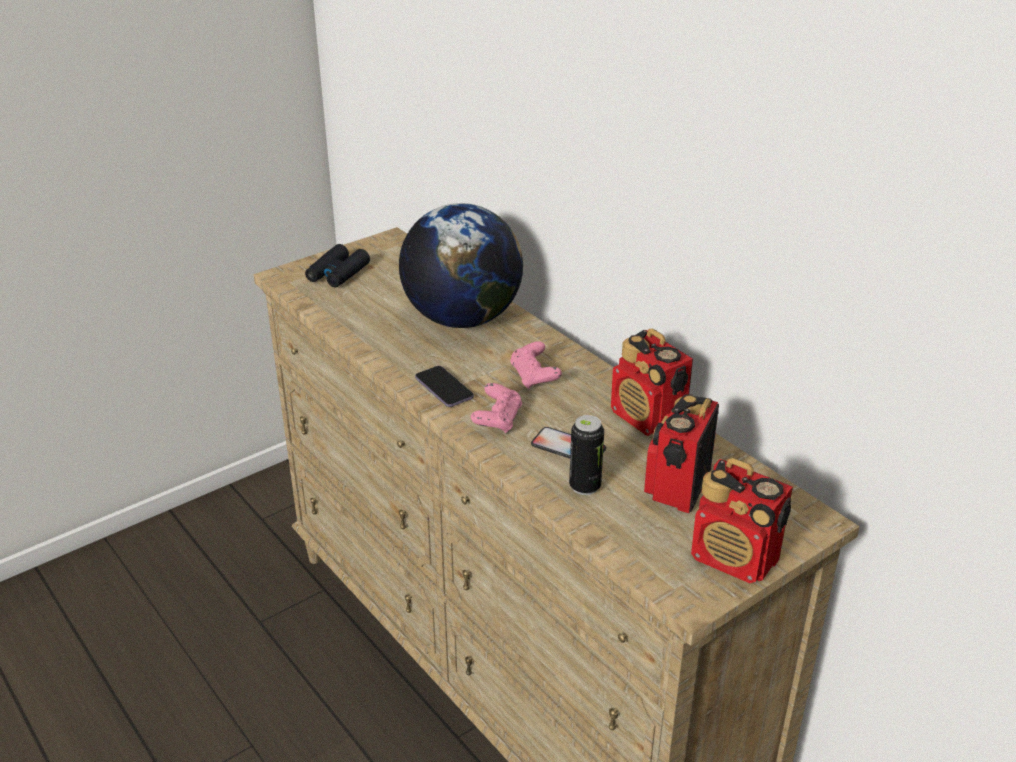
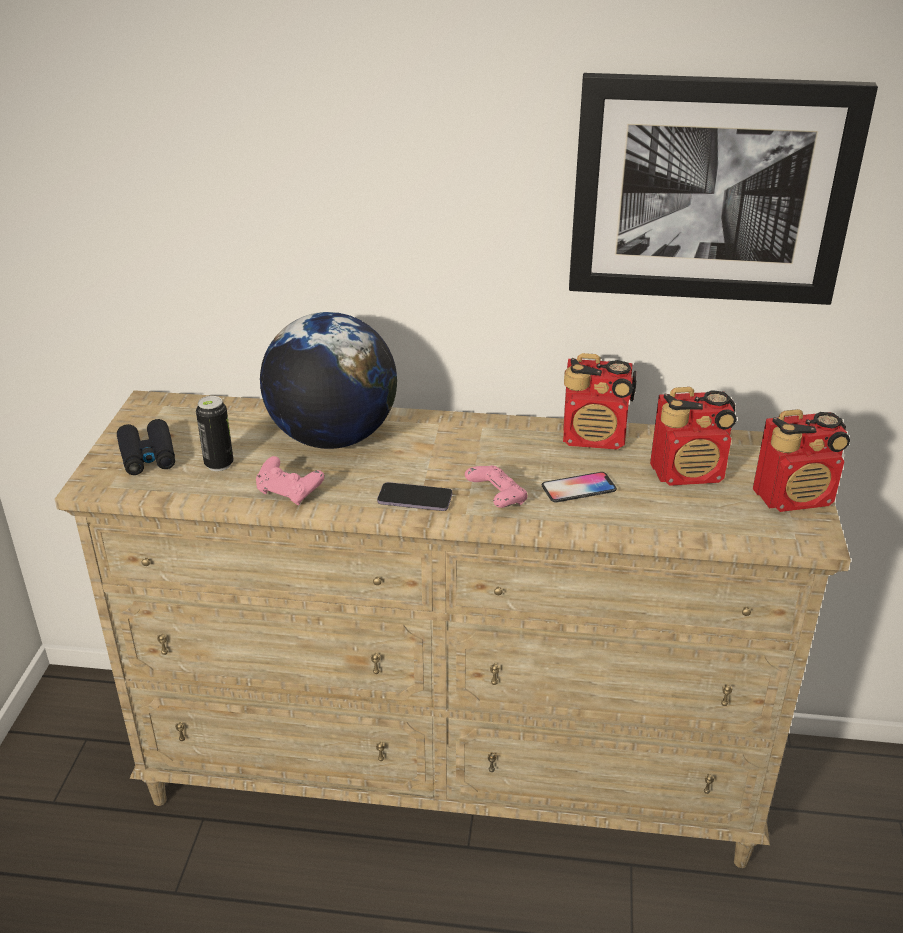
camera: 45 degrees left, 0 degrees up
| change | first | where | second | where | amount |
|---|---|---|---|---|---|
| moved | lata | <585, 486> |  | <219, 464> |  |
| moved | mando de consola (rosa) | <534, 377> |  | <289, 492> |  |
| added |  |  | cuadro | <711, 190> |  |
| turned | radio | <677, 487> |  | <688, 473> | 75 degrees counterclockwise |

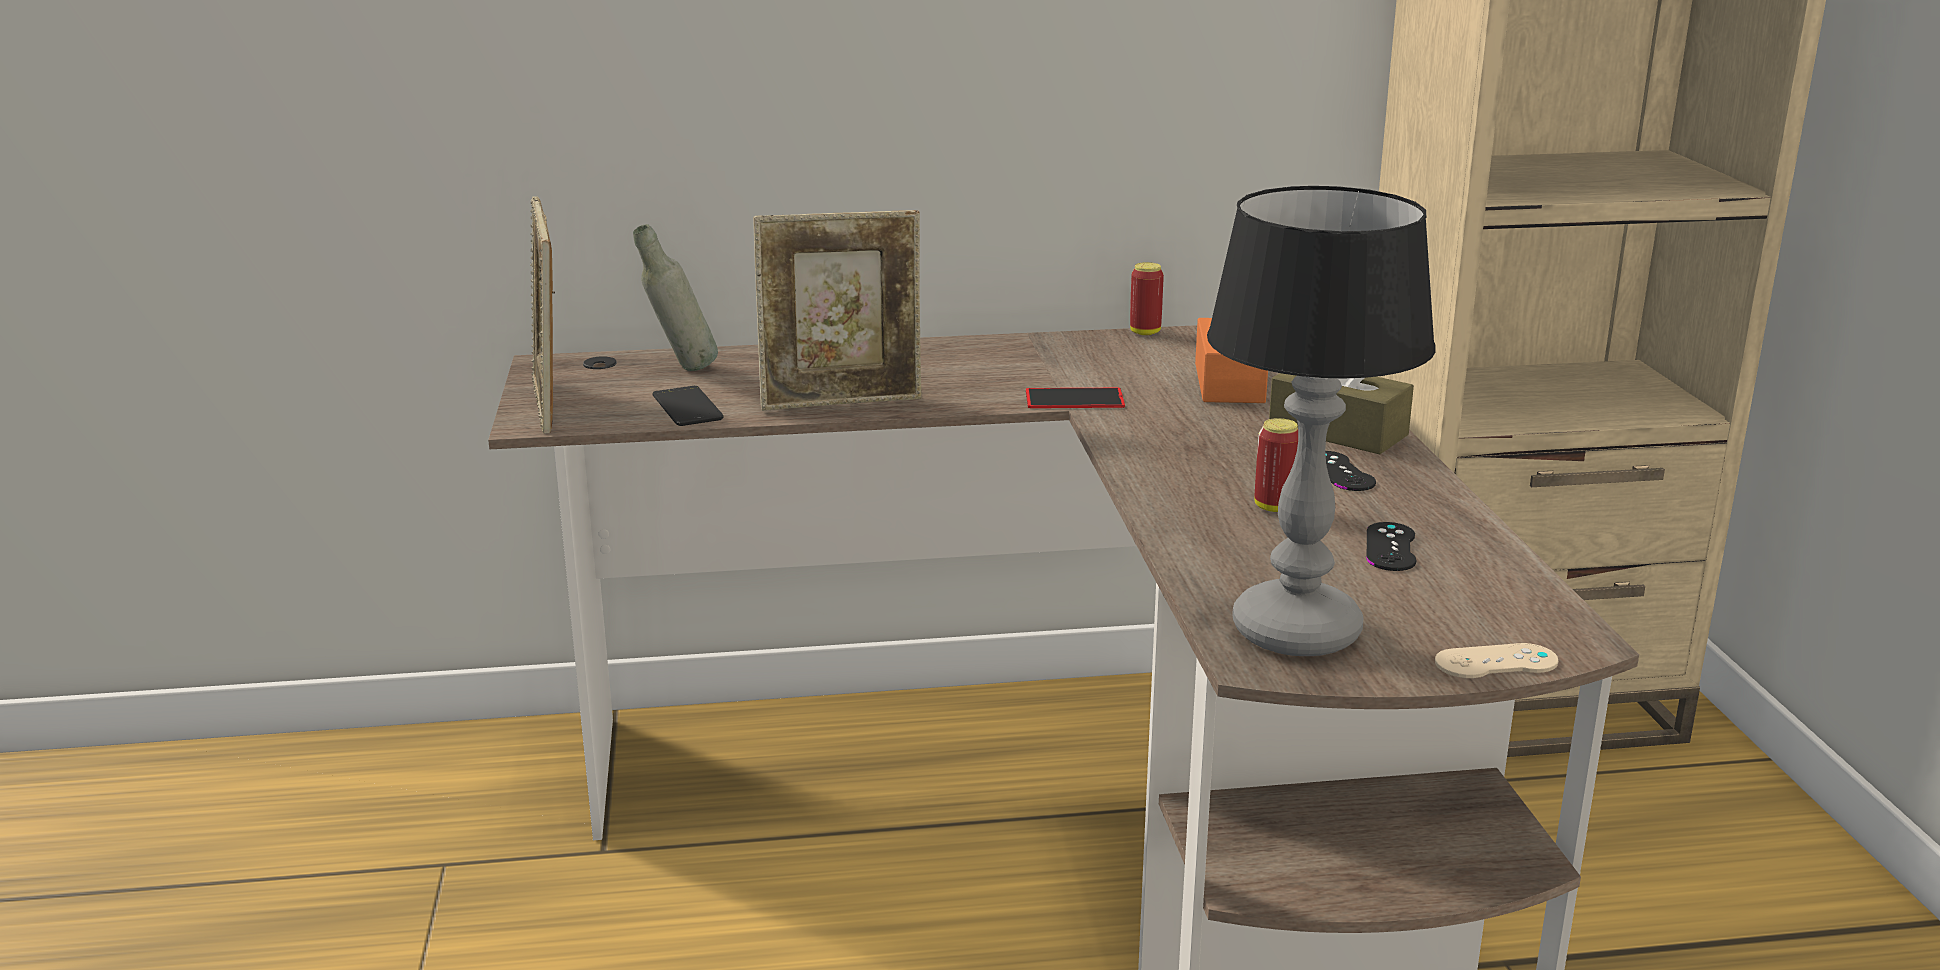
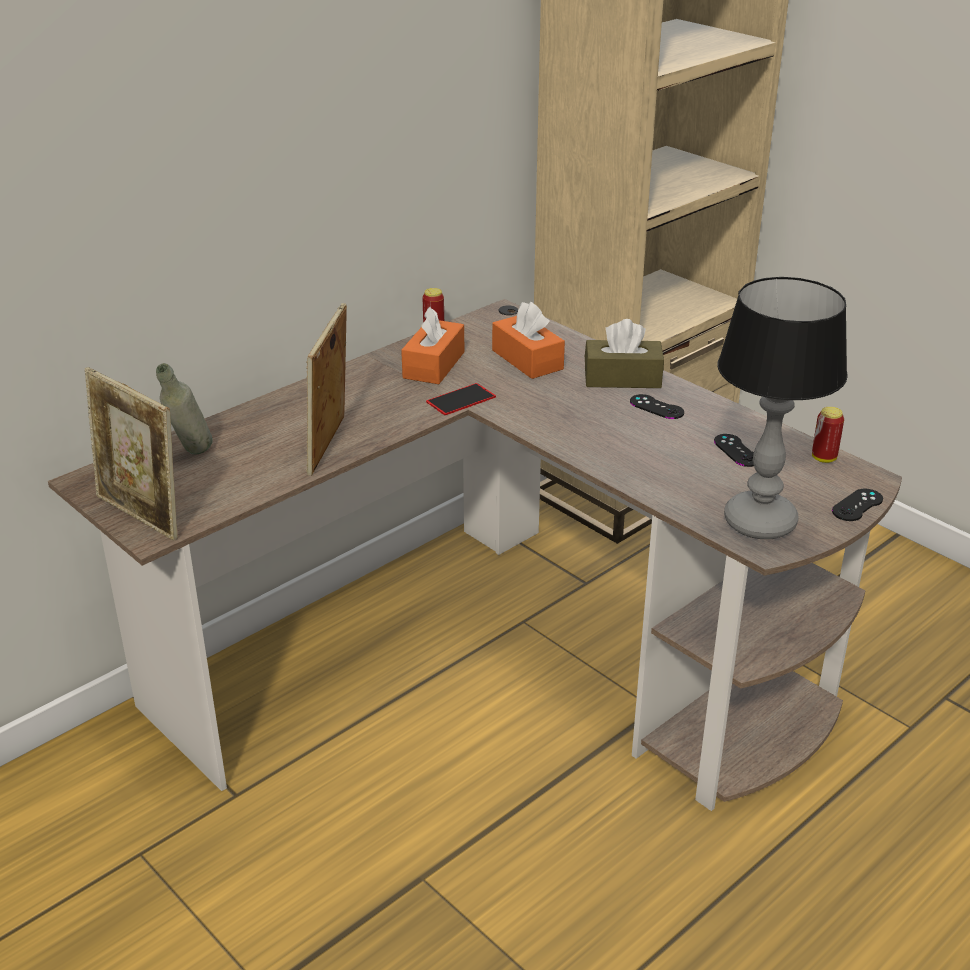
camera: 35 degrees left, 10 degrees up
| change | first | where | second | where | amount |
|---|---|---|---|---|---|
| turned | portarretratos | <842, 402> |  | <330, 447> | 150 degrees clockwise |
| added |  |  | caja de pañuelos (naranja) | <434, 365> |  |
| moved | lata | <1274, 507> |  | <824, 458> |  |
| recoloured | mando de consola (beis) | <1496, 662> | mando de consola (negro) | <857, 505> |  |
| removed | móvil | <687, 407> |  |  |  |

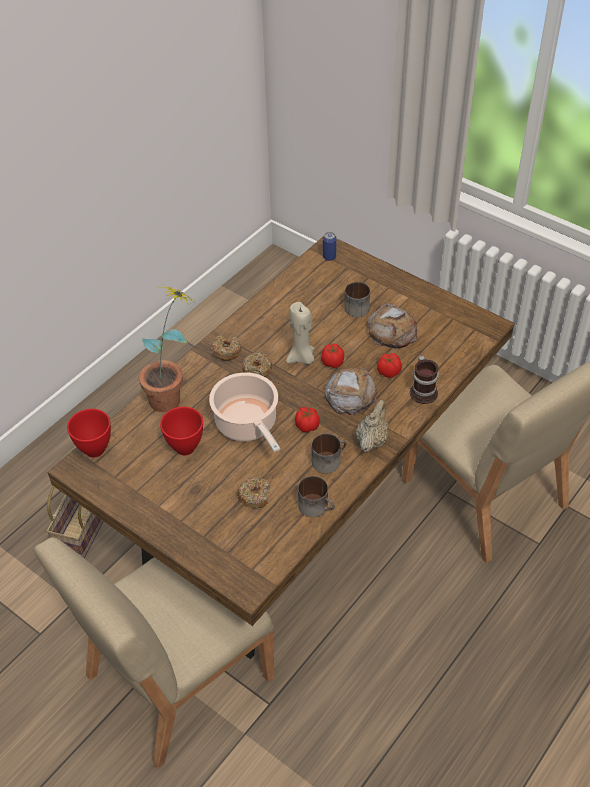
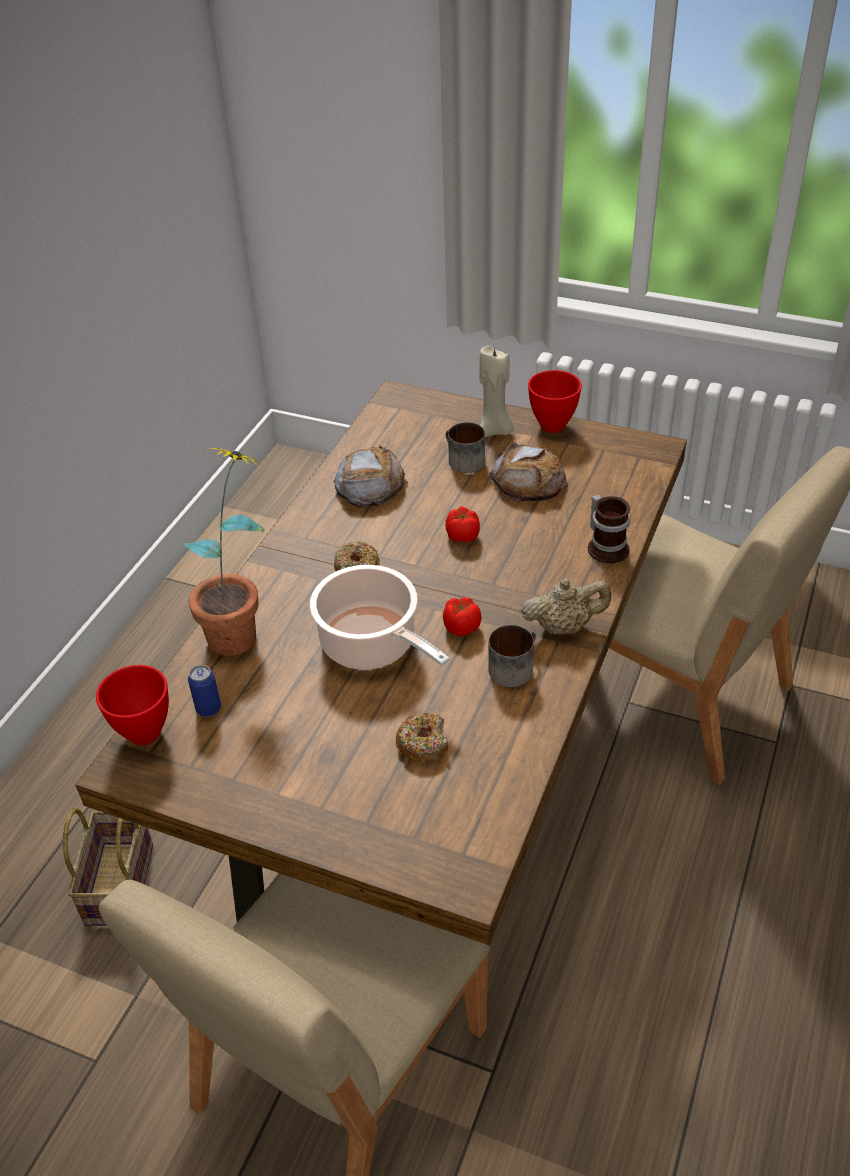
camera: 15 degrees left, 5 degrees down
| change | first | where | second | where | amount |
|---|---|---|---|---|---|
| moved | lata | <329, 257> |  | <208, 708> |  |
| moved | pan | <350, 394> |  | <370, 484> |  |
| moved | vela (beis) | <302, 358> |  | <495, 431> |  |
| turned | tetera (beis) | <372, 440> |  | <564, 627> | 75 degrees clockwise |
| moved | cuenco (rojo) | <186, 448> |  | <554, 425> |  |
| removed | rosquilla | <226, 351> |  |  |  |
| removed | taza grande | <317, 506> |  |  |  |
| removed | tomate | <388, 372> |  |  |  |

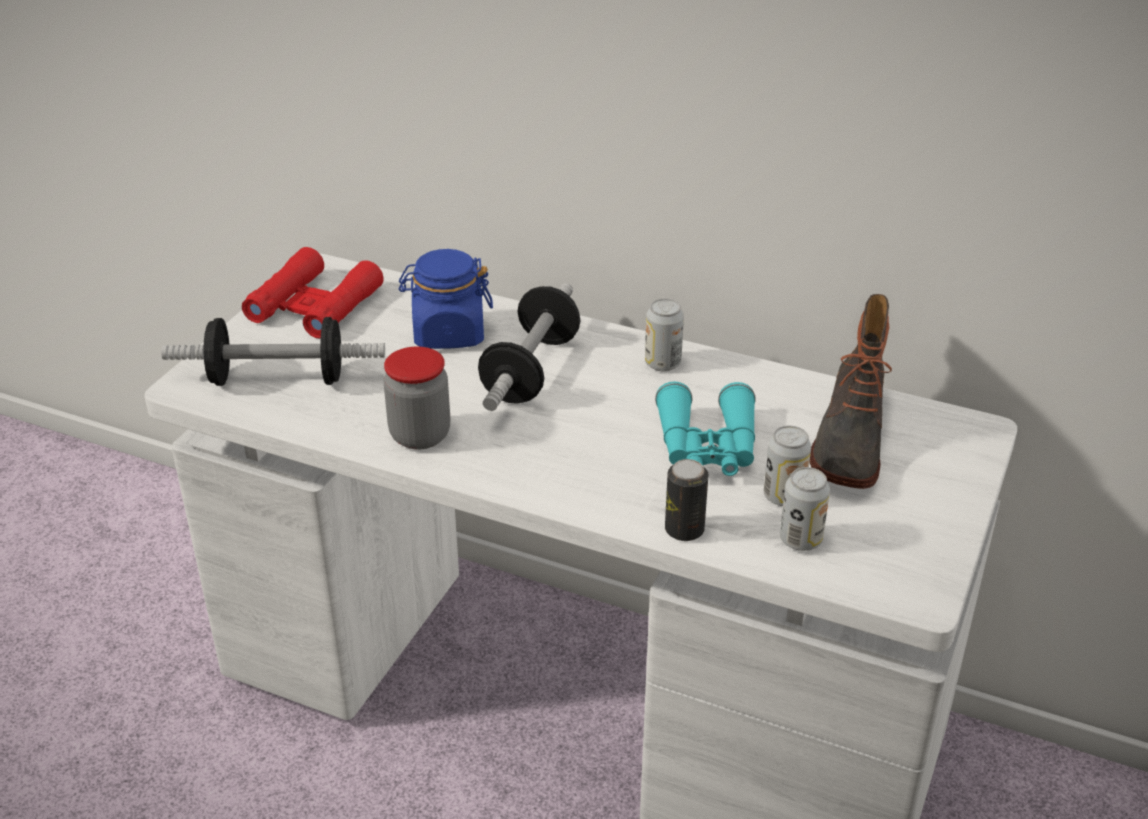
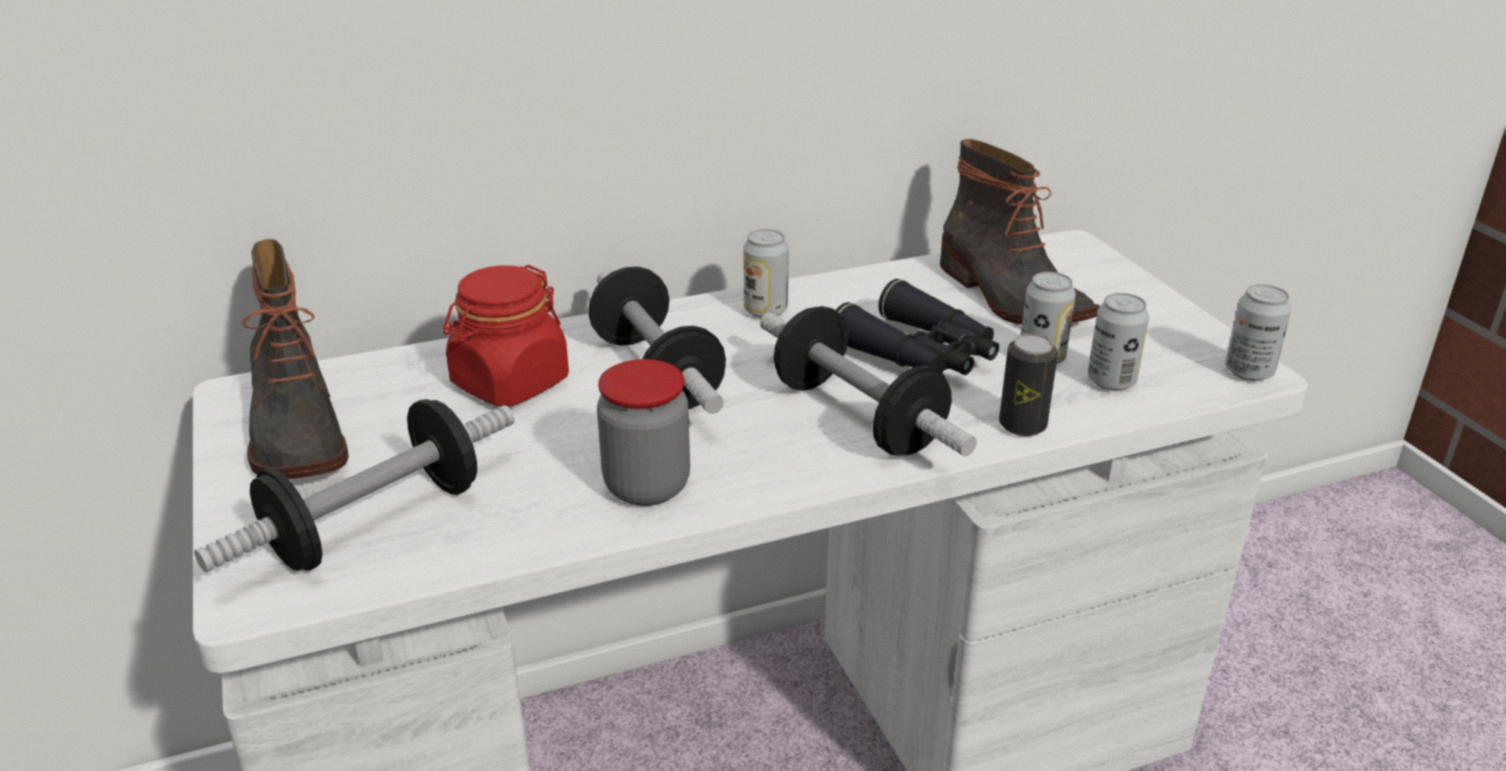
camera: 45 degrees left, 5 degrees down
| change | first | where | second | where | amount |
|---|---|---|---|---|---|
| replaced | prismáticos (rojo) | <314, 305> | bota | <294, 431> |  |
| recoloured | tarro (azul) | <448, 333> | tarro (rojo) | <510, 383> |  |
| added |  |  | mancuerna | <857, 417> |  |
| recoloured | prismáticos (turquesa) | <707, 447> | prismáticos (negro) | <920, 354> |  |
| added |  |  | lata | <1248, 372> |  |

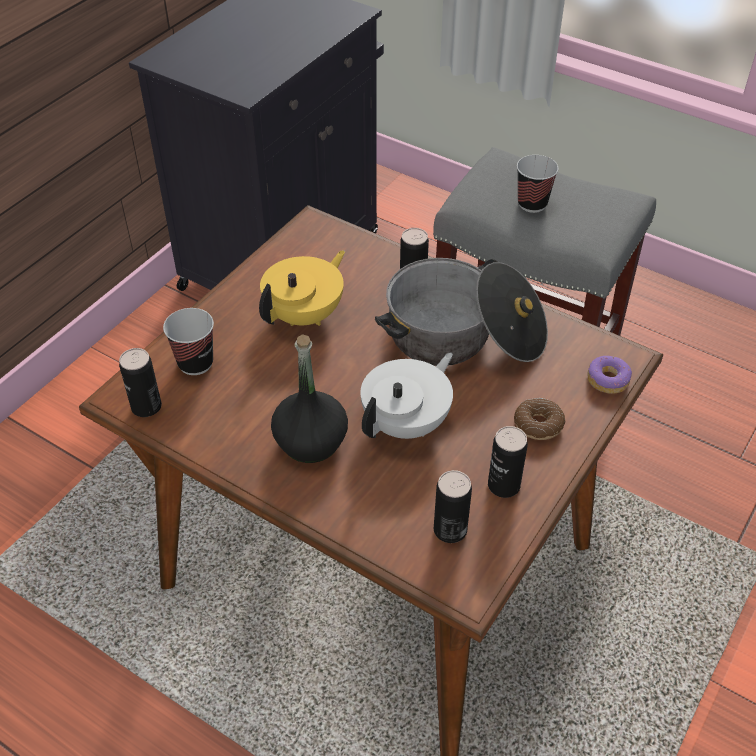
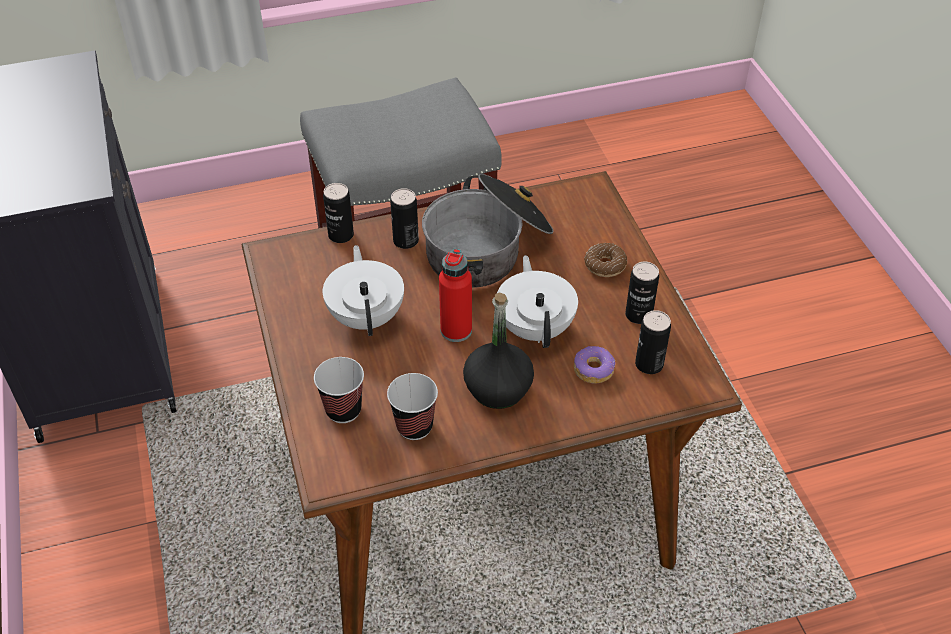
camera: 50 degrees left, 0 degrees up
| change | first | where | second | where | amount |
|---|---|---|---|---|---|
| moved | lata | <146, 407> |  | <341, 235> |  |
| recoloured | tetera (amarillo) | <305, 315> | tetera (blanco) | <367, 316> |  |
| moved | taza | <532, 204> |  | <414, 426> |  |
| added |  |  | botella (rojo) | <456, 330> |  |
| moved | rosquilla | <608, 380> |  | <593, 369> |  |

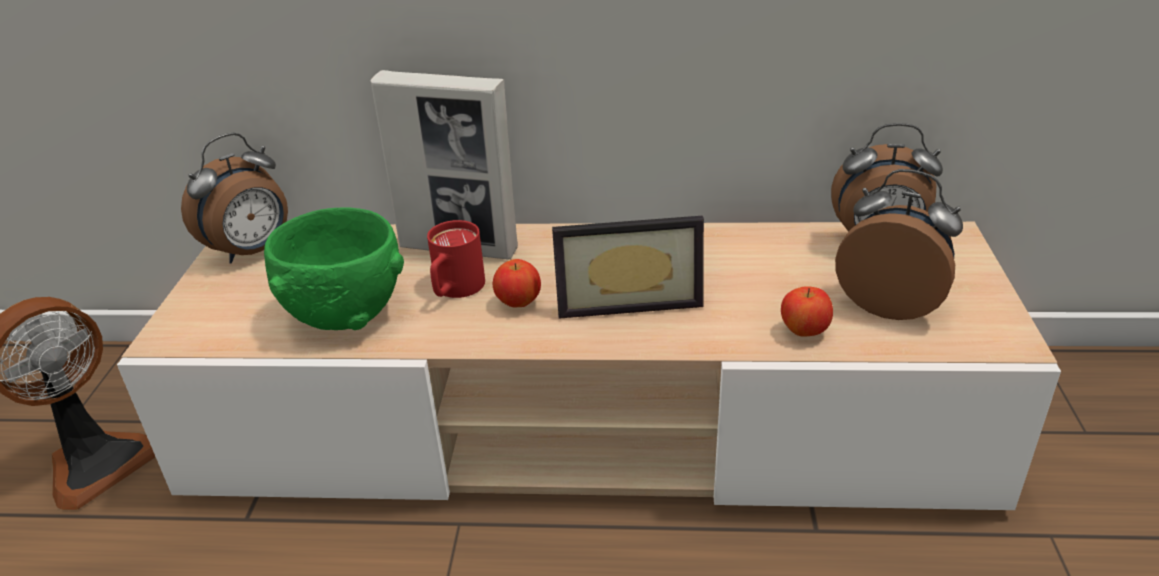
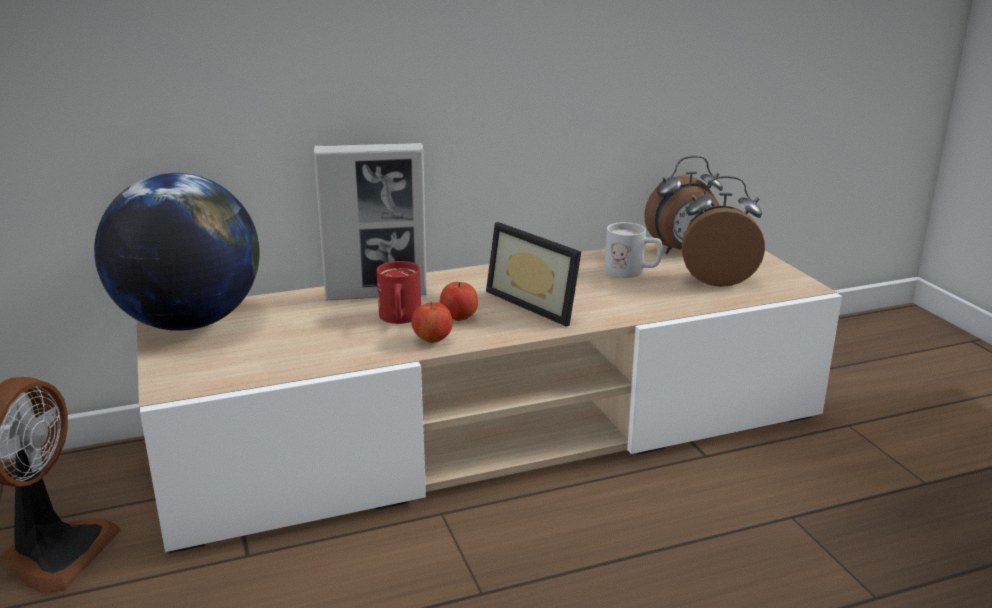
camera: 25 degrees left, 10 degrees down
| change | first | where | second | where | amount |
|---|---|---|---|---|---|
| replaced | despertador | <252, 251> | globo terráqueo | <189, 323> |  |
| moved | manzana | <803, 332> |  | <432, 340> |  |
| turned | portarretratos | <628, 298> |  | <539, 303> | 75 degrees clockwise |
| added |  |  | taza grande (blanco) | <632, 272> |  |
| removed | cuenco (verde) | <345, 314> |  |  |  |

